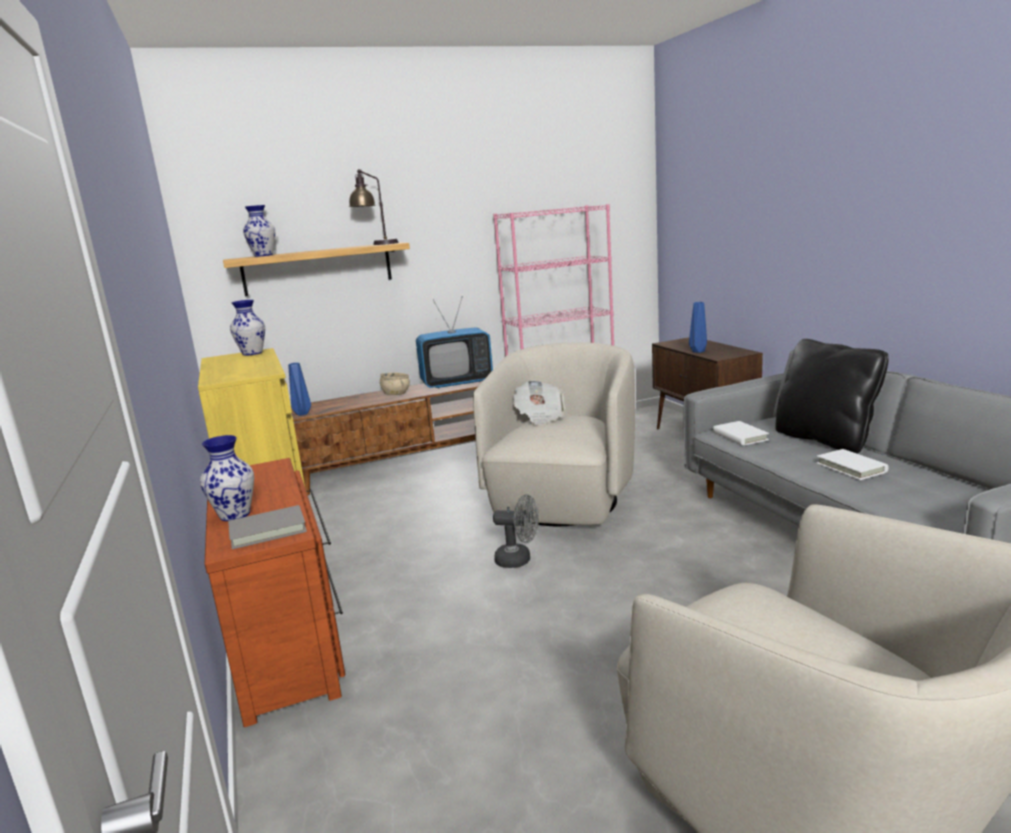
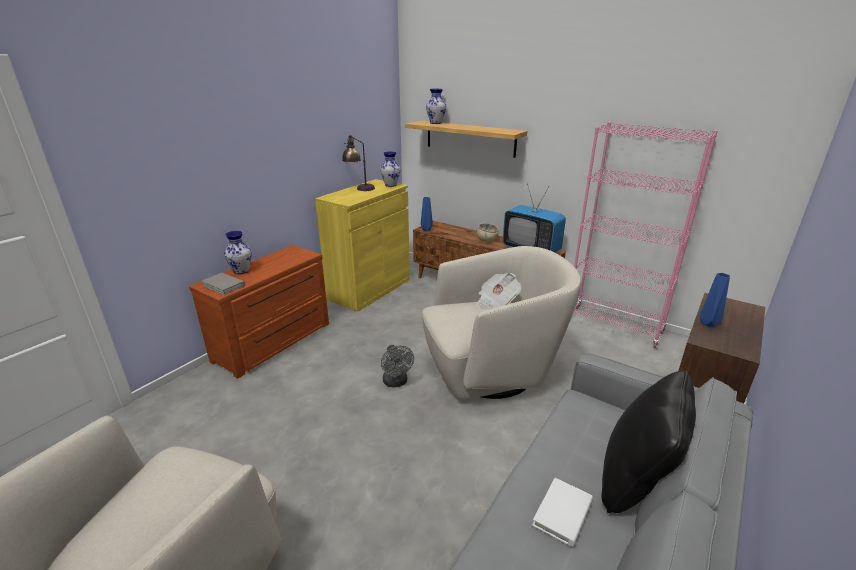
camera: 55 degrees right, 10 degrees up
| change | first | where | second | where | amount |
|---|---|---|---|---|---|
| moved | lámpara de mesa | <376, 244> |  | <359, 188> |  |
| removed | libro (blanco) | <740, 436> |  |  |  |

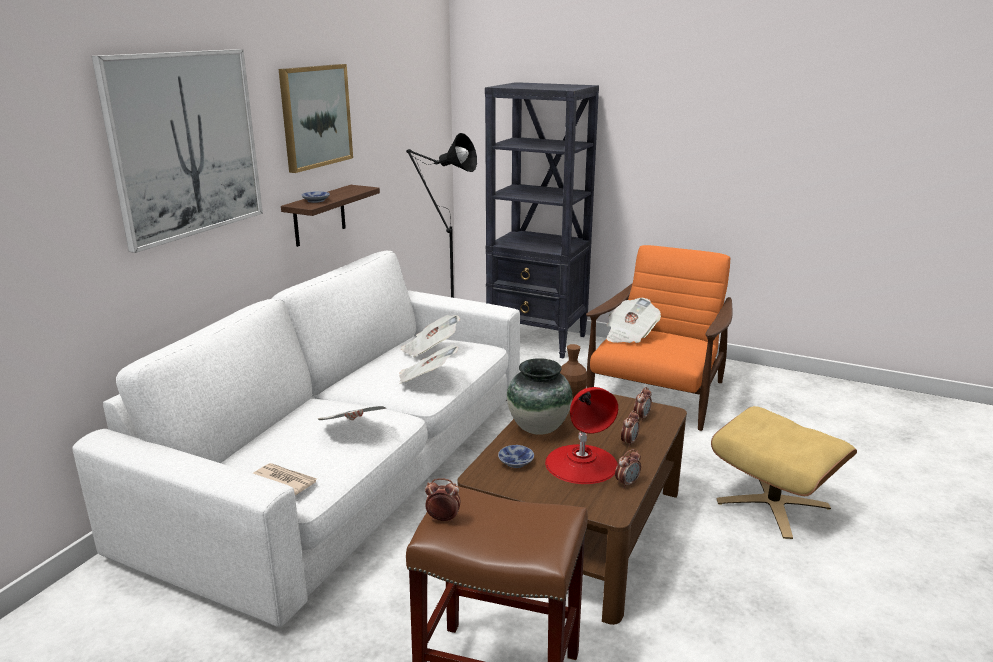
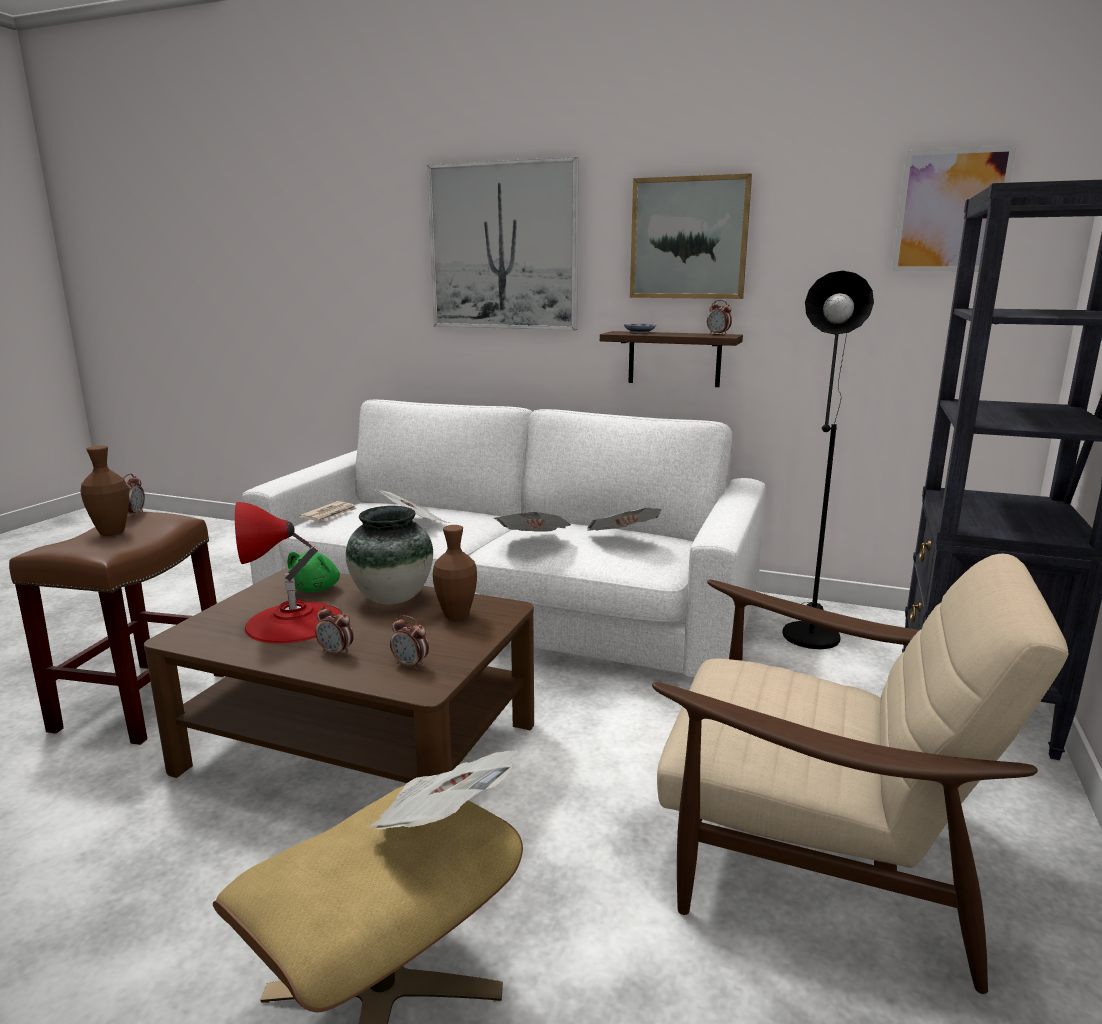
camera: 85 degrees right, 5 degrees down
| change | first | where | second | where | amount |
|---|---|---|---|---|---|
| added |  |  | florero (marrón) | <112, 533> |  |
| replaced | cuenco | <515, 461> | peluche (verde) | <316, 588> |  |
| moved | periódico | <629, 335> |  | <445, 822> |  |
| recoloured | sillón (naranja) | <657, 396> | sillón (beis) | <816, 853> |  |
| moved | despertador | <627, 483> |  | <718, 334> |  |
| added |  |  | cuadro | <951, 211> |  |

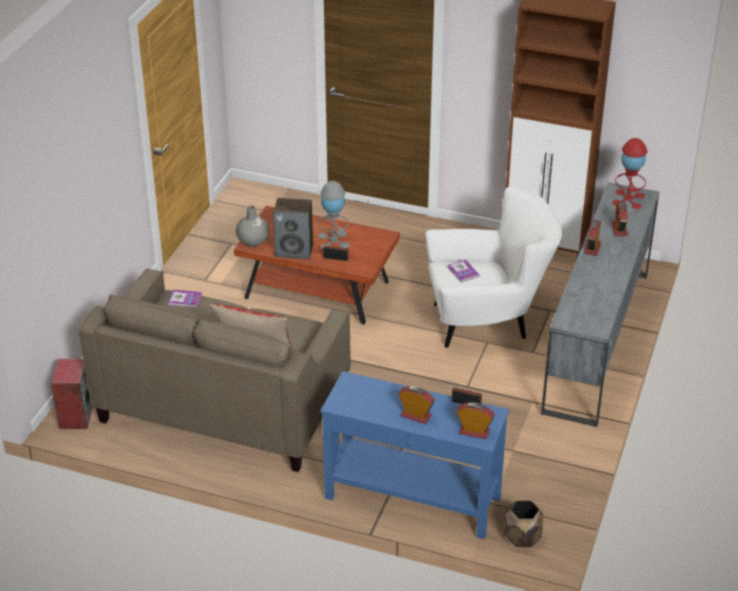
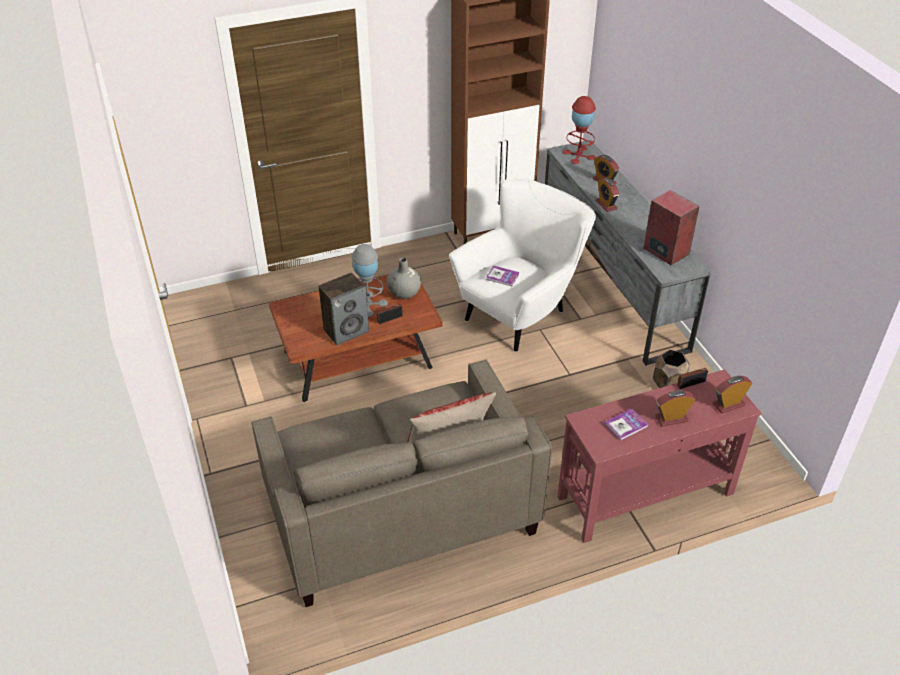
camera: 40 degrees left, 5 degrees up
| change | first | where | second | where | amount |
|---|---|---|---|---|---|
| moved | florero (gris) | <253, 241> |  | <404, 293> |  |
| recoloured | mesa consola (azul) | <411, 497> | mesa consola (rojo) | <644, 495> |  |
| moved | libro | <185, 299> |  | <626, 425> |  |
| moved | altavoz | <75, 415> |  | <665, 251> |  |
| moved | maceta (marrón) | <521, 537> |  | <668, 383> |  |

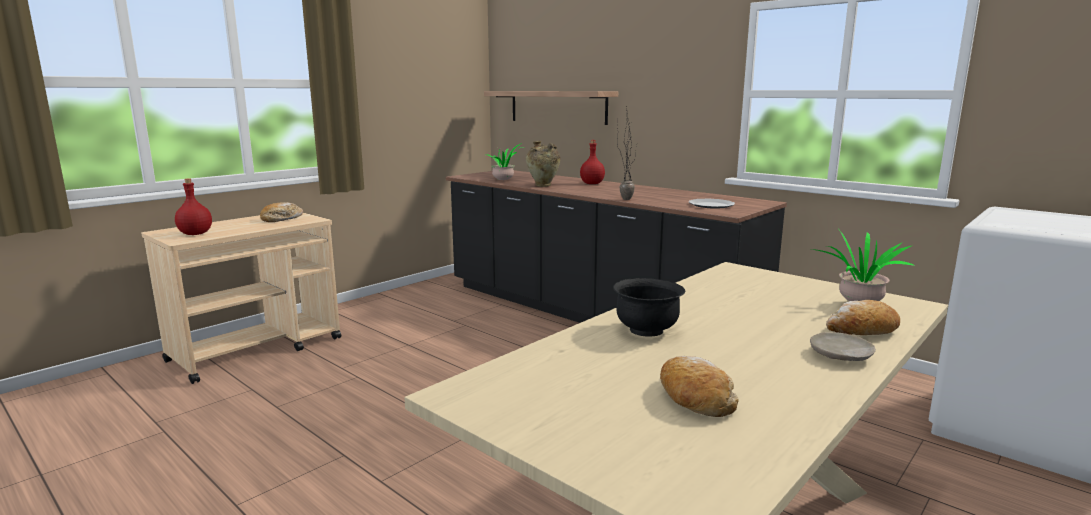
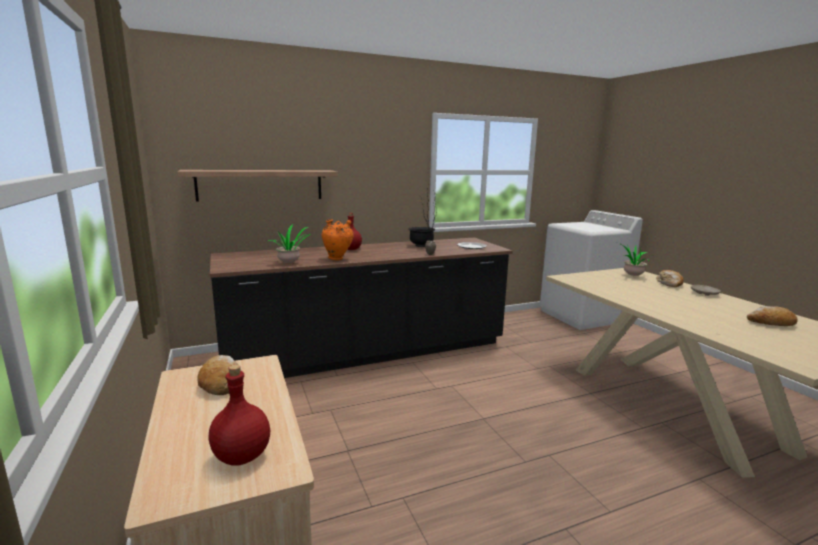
camera: 65 degrees left, 0 degrees up
| change | first | where | second | where | amount |
|---|---|---|---|---|---|
| recoloured | florero (beis) | <543, 186> | florero (naranja) | <338, 259> |  |
| moved | cuenco (negro) | <647, 330> |  | <421, 245> |  |

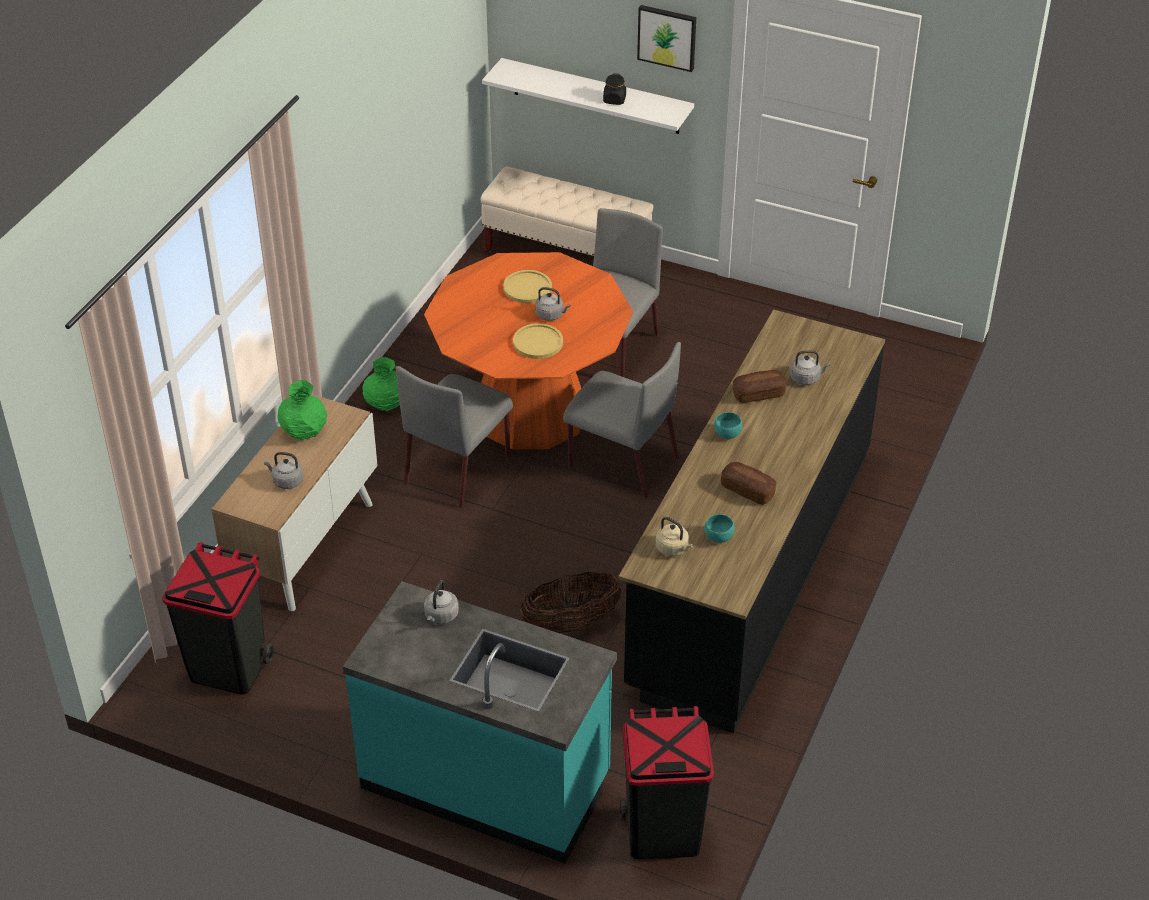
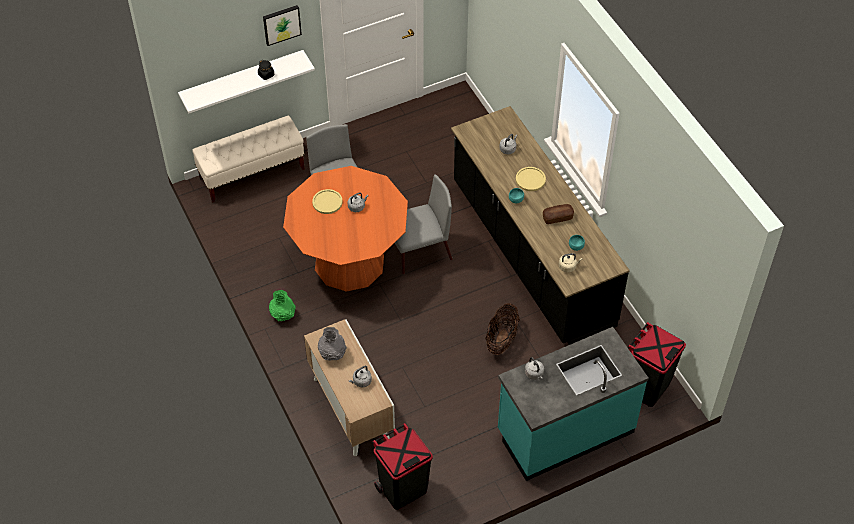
camera: 50 degrees left, 10 degrees up
| change | first | where | second | where | amount |
|---|---|---|---|---|---|
| recoloured | florero (verde) | <304, 432> | florero (gris) | <332, 353> |  |
| moved | plato (amarillo) | <538, 342> |  | <530, 179> |  |
| removed | silla (gris) | <458, 468> |  |  |  |
| removed | pan | <758, 394> |  |  |  |

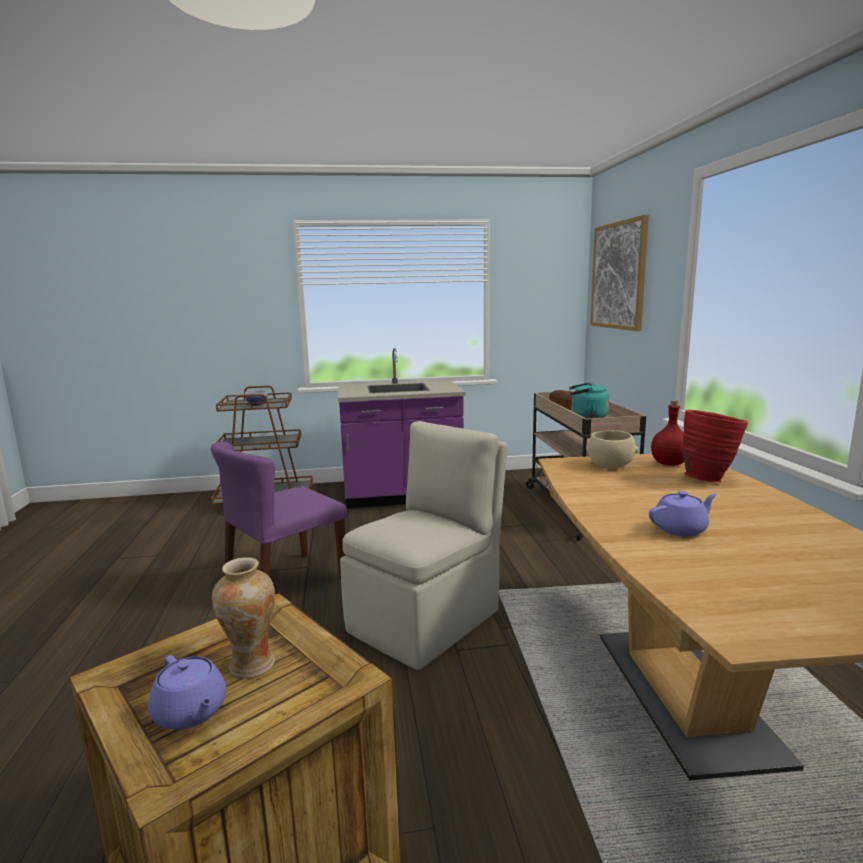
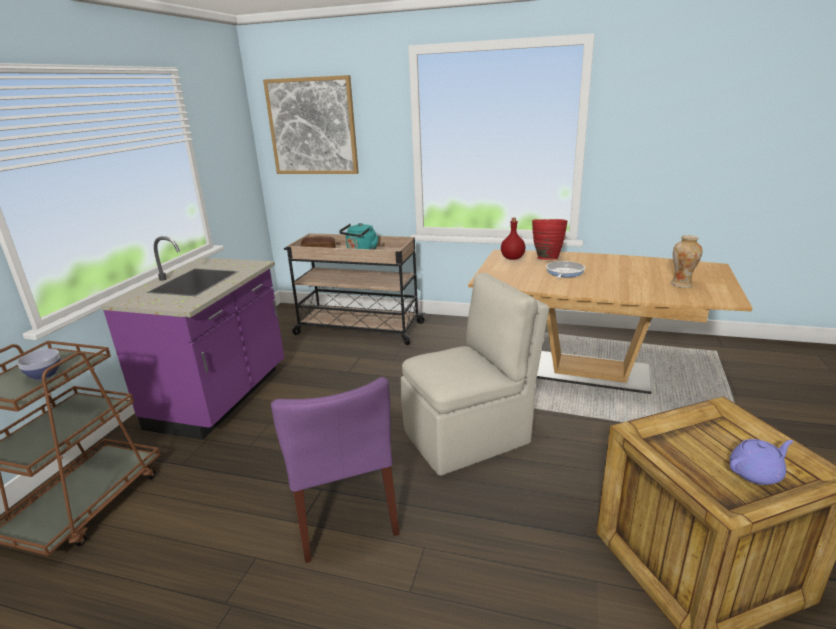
camera: 65 degrees left, 10 degrees up
| change | first | where | second | where | amount |
|---|---|---|---|---|---|
| turned | silla (beis) | <427, 619> |  | <469, 436> | 90 degrees clockwise |
| added |  |  | sartén | <564, 272> |  |
| moved | florero | <252, 665> |  | <681, 284> |  |
| removed | cuenco (beis) | <610, 465> |  |  |  |
| removed | tetera (morado) | <681, 529> |  |  |  |

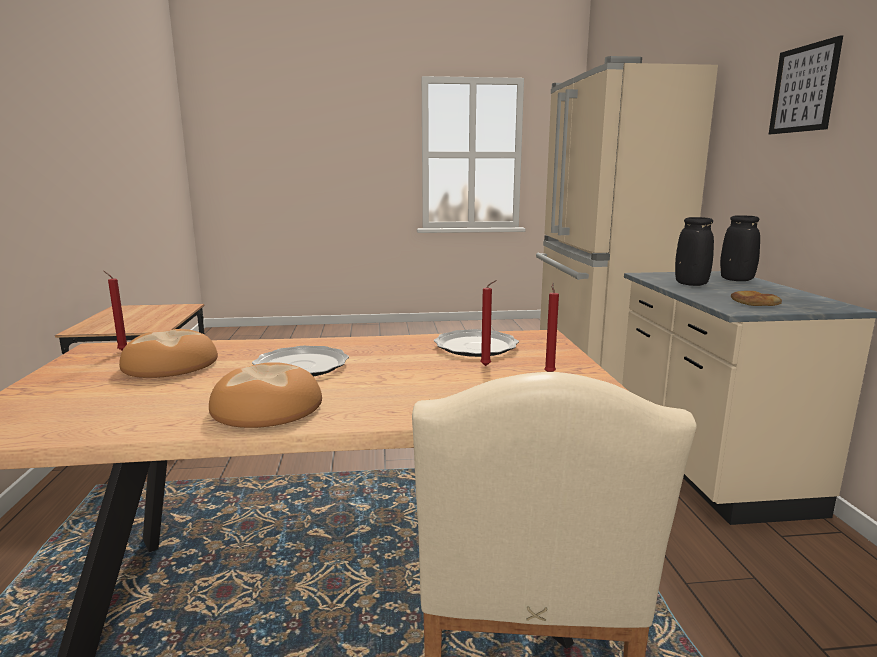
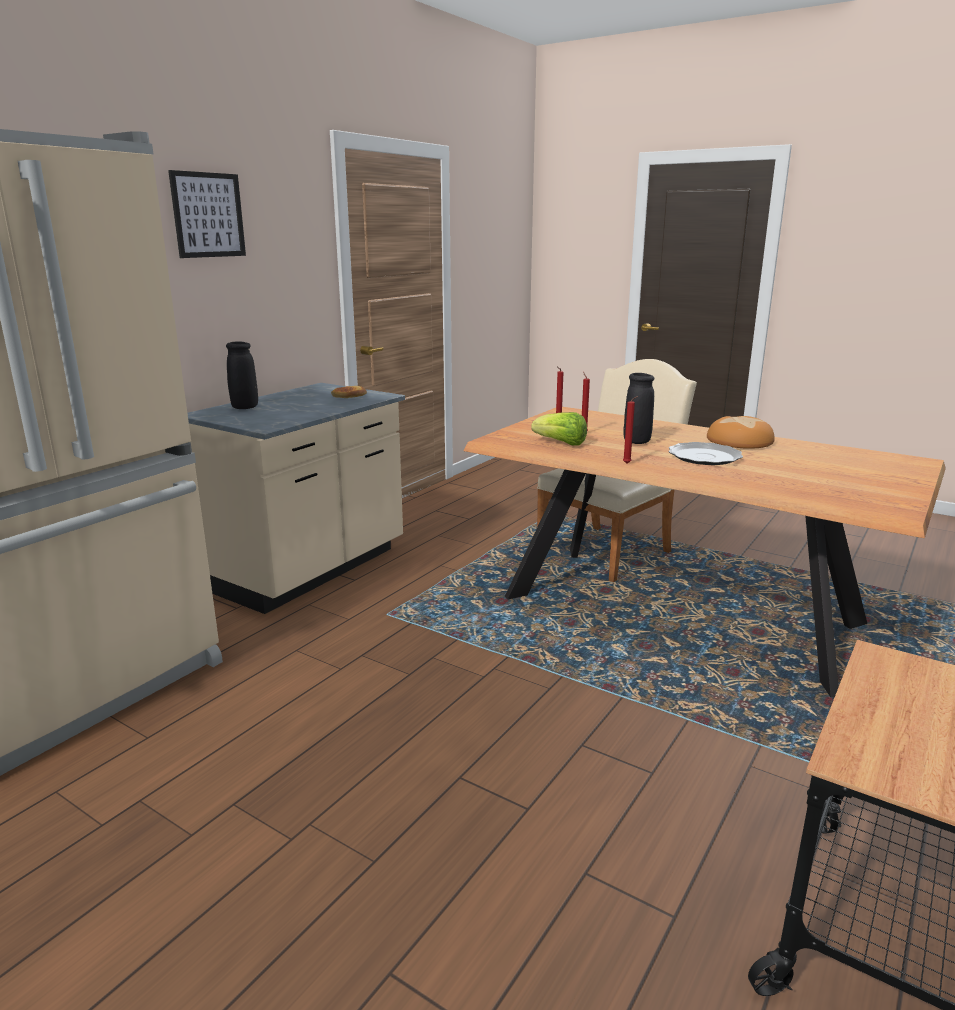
camera: 140 degrees left, 5 degrees up
| change | first | where | second | where | amount |
|---|---|---|---|---|---|
| replaced | plato | <475, 346> | lechuga | <561, 443> |  |
| moved | florero (negro) | <690, 284> |  | <636, 441> |  |
| moved | vela (rojo) | <121, 351> |  | <627, 464> |  |
| removed | pan | <170, 364> |  |  |  |

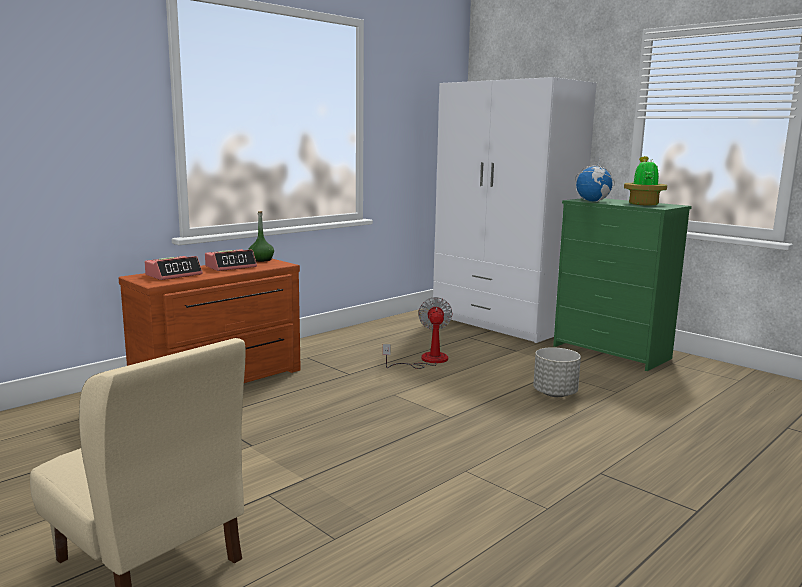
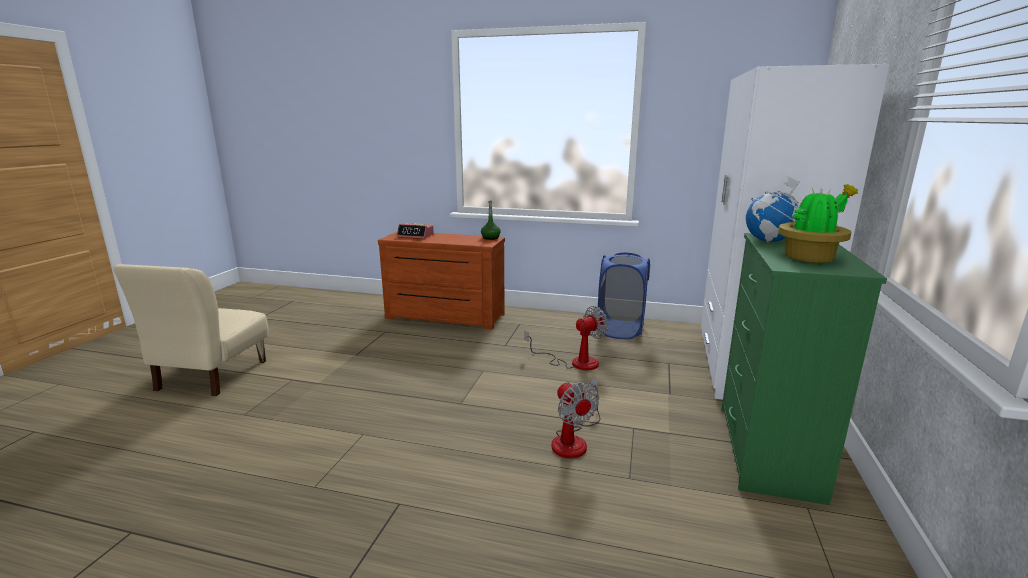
camera: 60 degrees right, 5 degrees up
| change | first | where | second | where | amount |
|---|---|---|---|---|---|
| replaced | maceta (gris) | <554, 393> | ventilador | <574, 440> |  |
| added |  |  | cesto de la ropa (azul) | <620, 330> |  |
| removed | despertador | <231, 266> |  |  |  |

